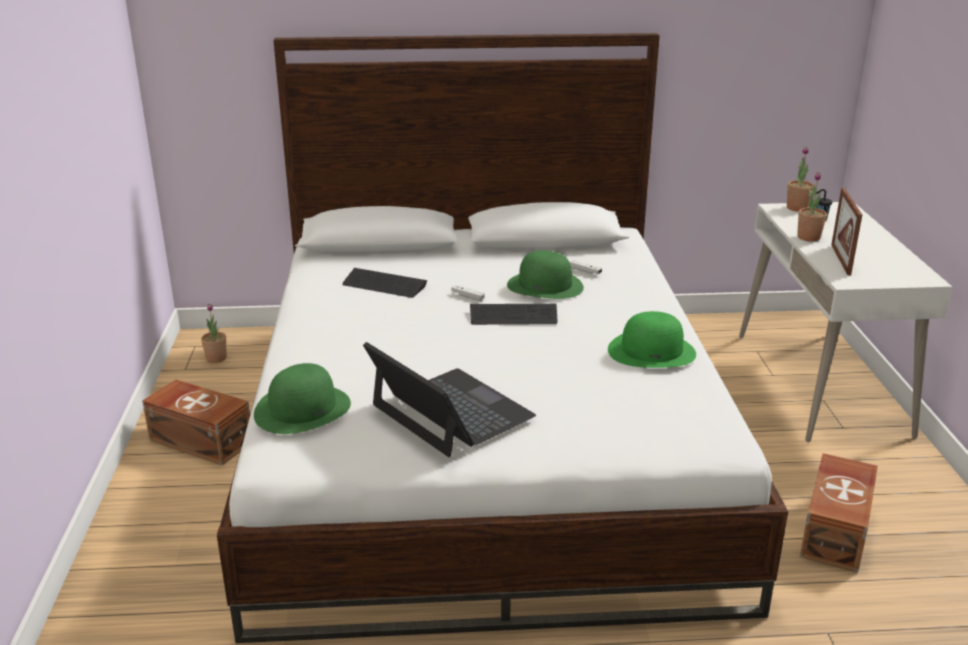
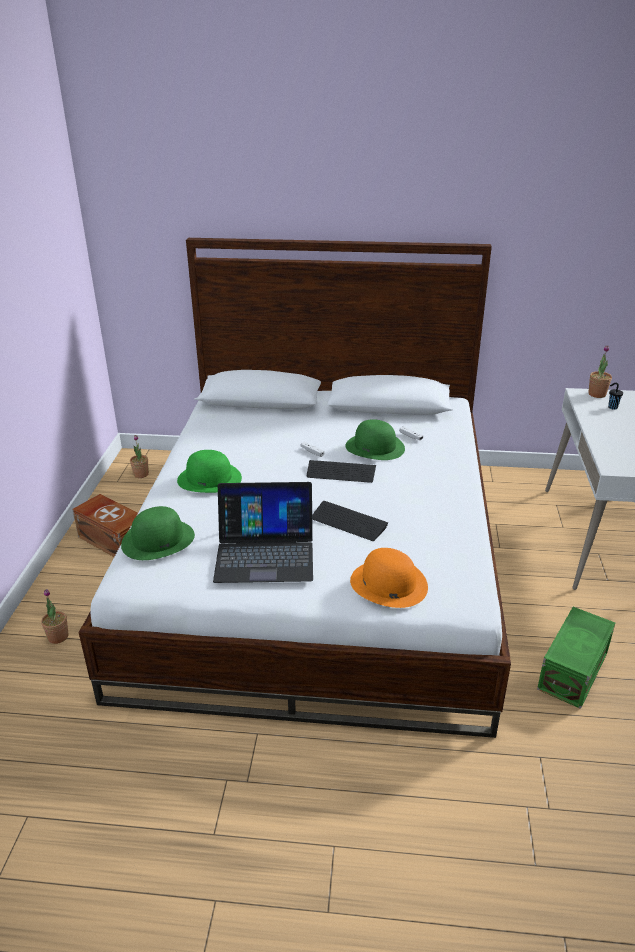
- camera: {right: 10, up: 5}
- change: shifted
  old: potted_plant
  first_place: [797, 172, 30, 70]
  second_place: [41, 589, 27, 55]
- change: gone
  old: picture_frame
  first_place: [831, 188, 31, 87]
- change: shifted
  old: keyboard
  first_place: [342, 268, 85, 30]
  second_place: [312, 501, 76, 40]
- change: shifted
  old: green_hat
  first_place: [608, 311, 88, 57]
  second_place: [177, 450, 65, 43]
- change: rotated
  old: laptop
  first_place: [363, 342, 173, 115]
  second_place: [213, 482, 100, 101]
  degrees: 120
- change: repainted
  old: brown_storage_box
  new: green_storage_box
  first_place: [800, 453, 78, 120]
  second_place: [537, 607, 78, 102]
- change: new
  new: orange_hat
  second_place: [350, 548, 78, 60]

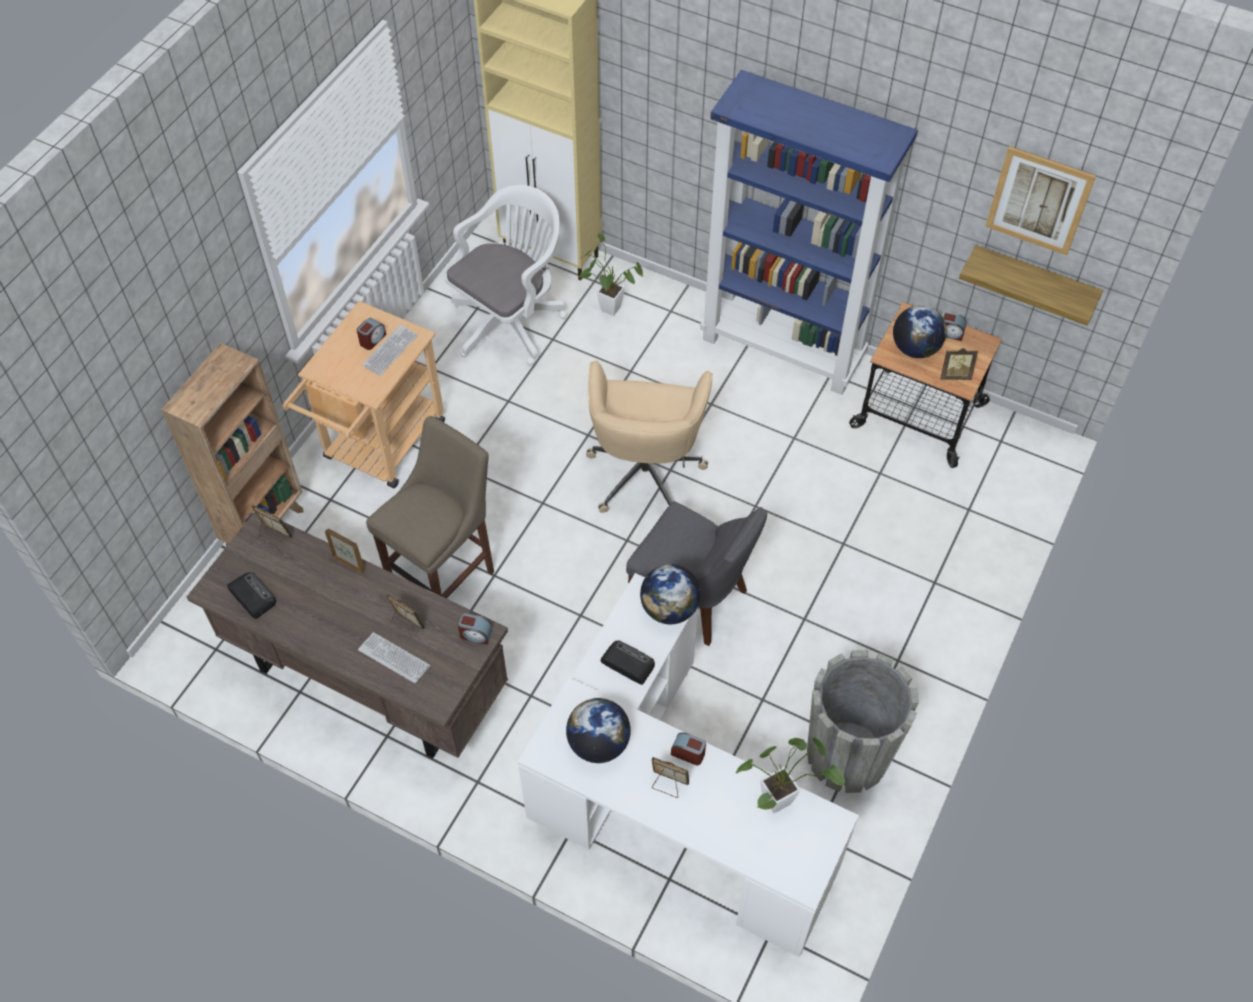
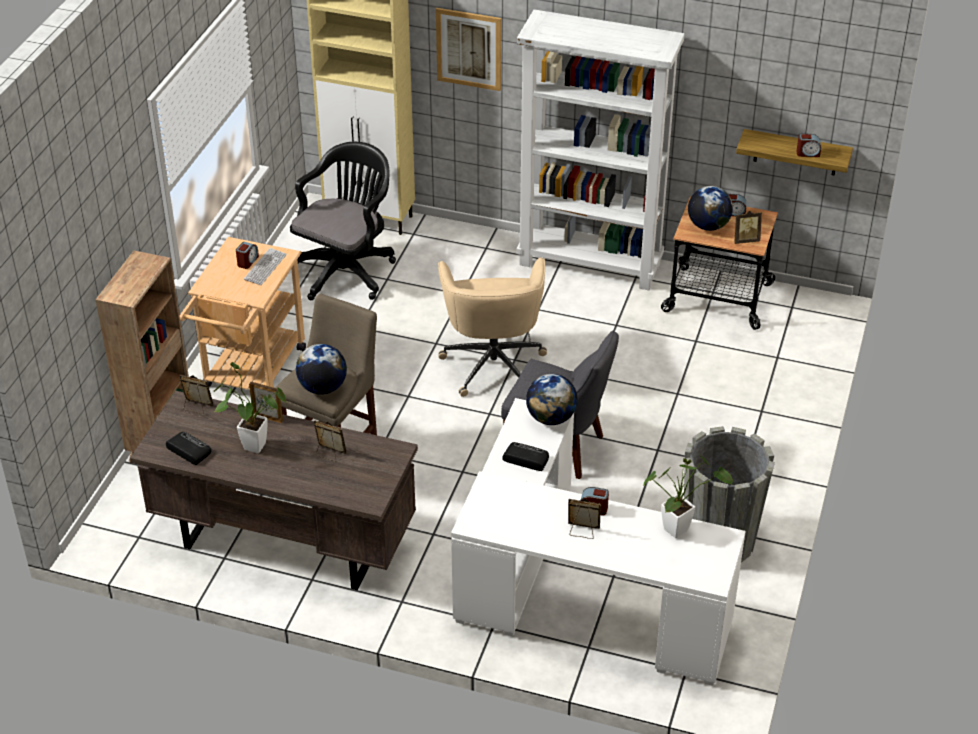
- camera: {right: -10, up: -15}
- change: repainted
  old: blue_bookcase
  new: white_bookcase
  first_place: [700, 70, 218, 325]
  second_place: [517, 9, 167, 281]
- change: shifted
  old: picture
  first_place: [985, 146, 111, 109]
  second_place: [436, 8, 65, 83]
- change: repainted
  old: white_office_chair
  new: black_office_chair
  first_place: [445, 185, 122, 180]
  second_place: [290, 142, 106, 158]
- change: shifted
  old: potted_plant
  first_place: [579, 233, 64, 83]
  second_place: [213, 362, 73, 91]
- change: shifted
  old: alarm_clock
  first_place: [458, 613, 34, 32]
  second_place: [797, 133, 24, 24]
- change: gone
  old: keyboard
  first_place: [358, 632, 72, 52]
- change: shifted
  old: globe
  first_place: [566, 698, 65, 65]
  second_place: [296, 344, 51, 51]

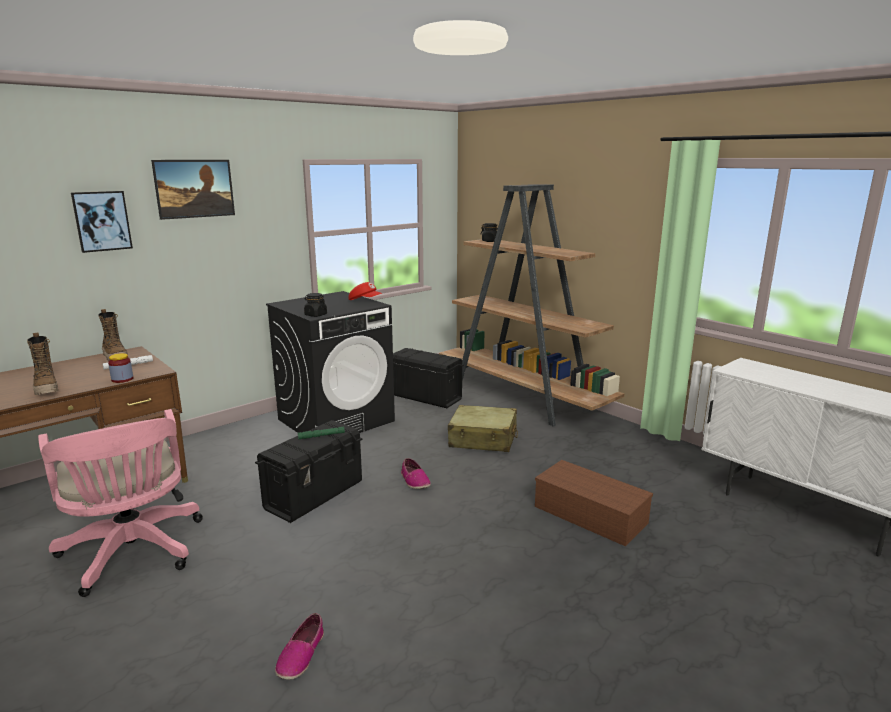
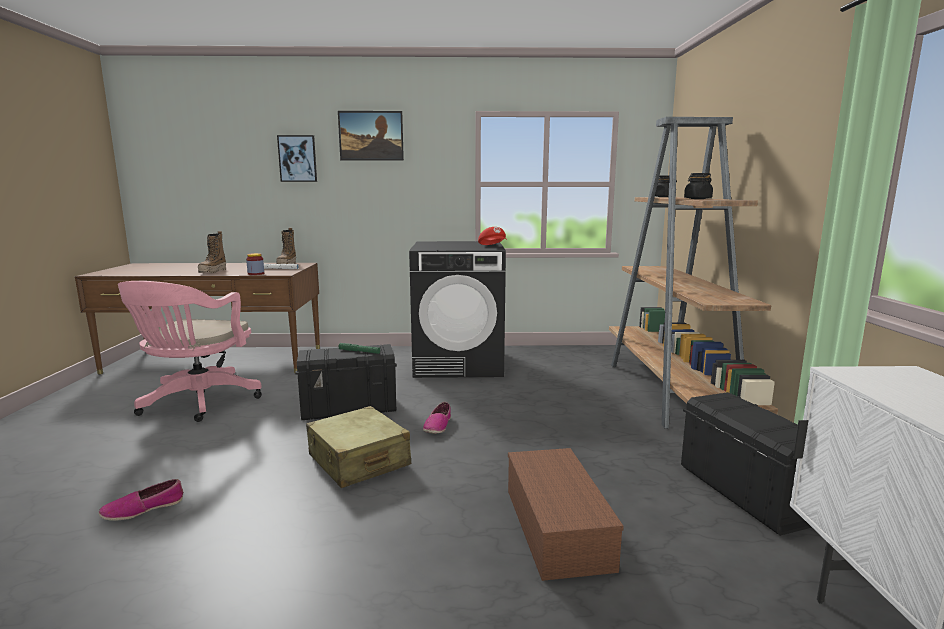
- camera: {right: 40, up: -5}
- change: shifted
  old: black_jar
  first_place: [304, 293, 23, 24]
  second_place: [684, 173, 29, 26]
- change: shifted
  old: black_storage_box
  first_place: [393, 348, 71, 60]
  second_place: [681, 392, 131, 144]
- change: shifted
  old: beige_suitcase
  first_place: [448, 405, 70, 47]
  second_place: [306, 406, 105, 82]

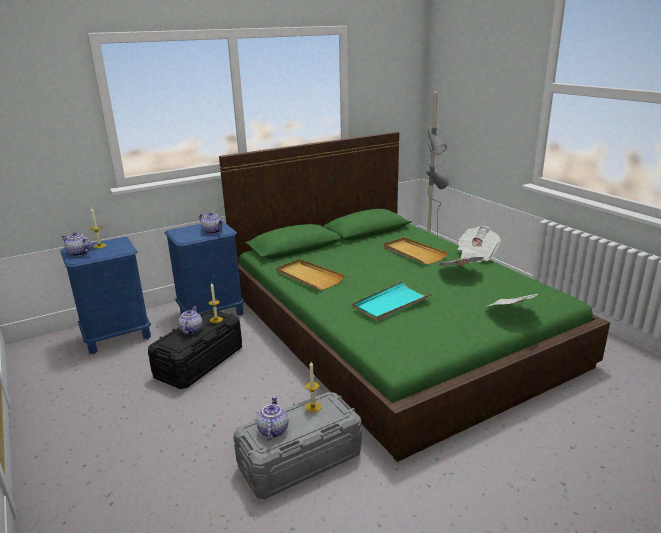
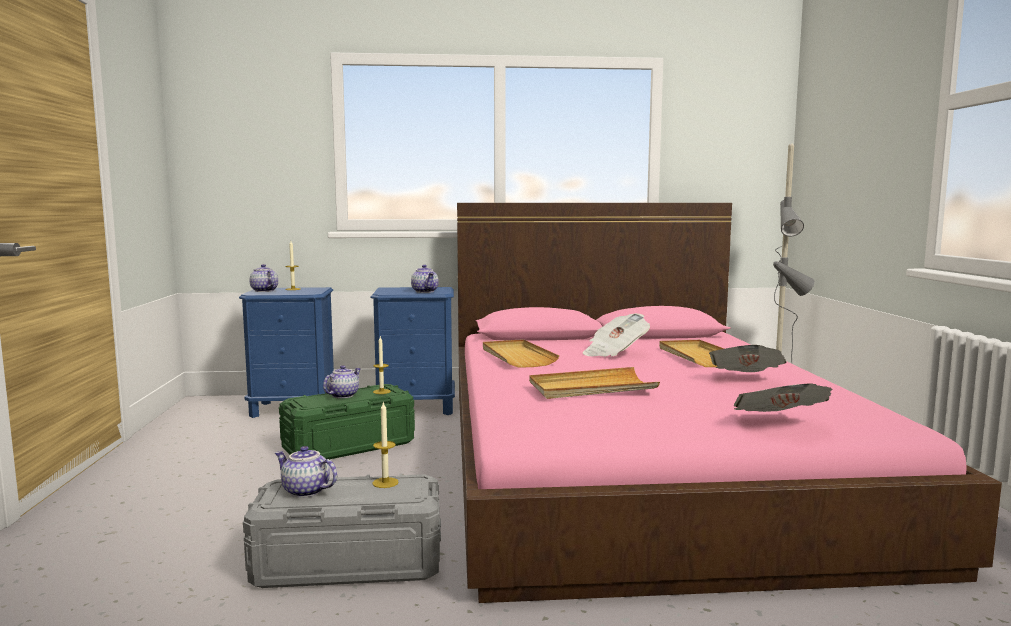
- camera: {right: 25, up: -15}
- change: repainted
  old: green_bed
  new: pink_bed
  first_place: [219, 132, 391, 330]
  second_place: [457, 203, 545, 400]
- change: shifted
  old: newspaper
  first_place: [458, 226, 43, 36]
  second_place: [583, 313, 67, 44]
- change: repainted
  old: turquoise_tray
  new: beige_tray
  first_place: [352, 280, 80, 41]
  second_place: [529, 367, 131, 32]
- change: repainted
  old: black_storage_box
  new: green_storage_box
  first_place: [148, 309, 94, 80]
  second_place: [279, 384, 136, 75]
- change: rotated
  old: teapot
  first_place: [257, 396, 31, 45]
  second_place: [275, 446, 62, 52]
  degrees: -90

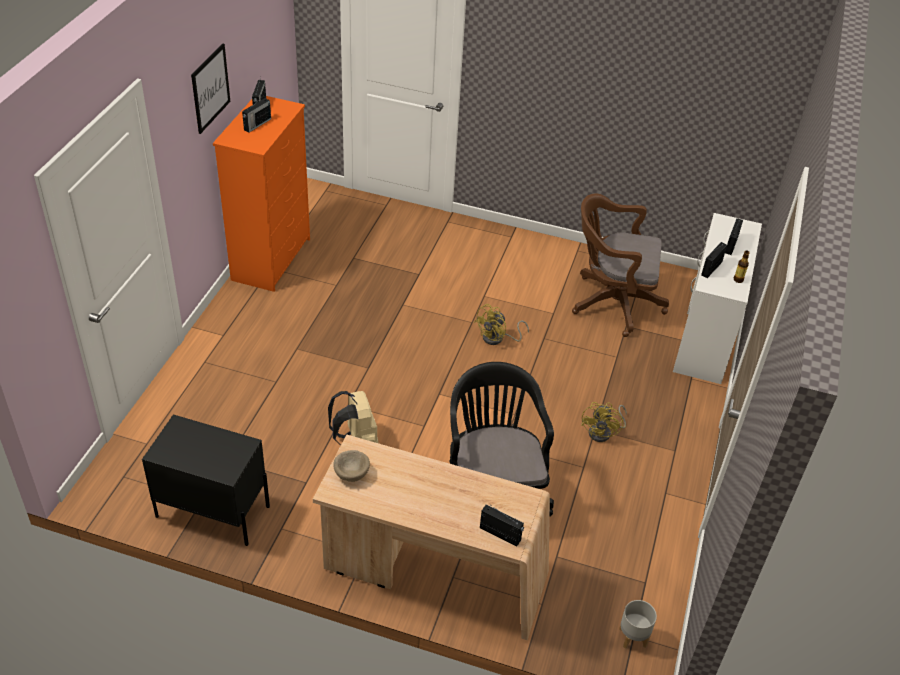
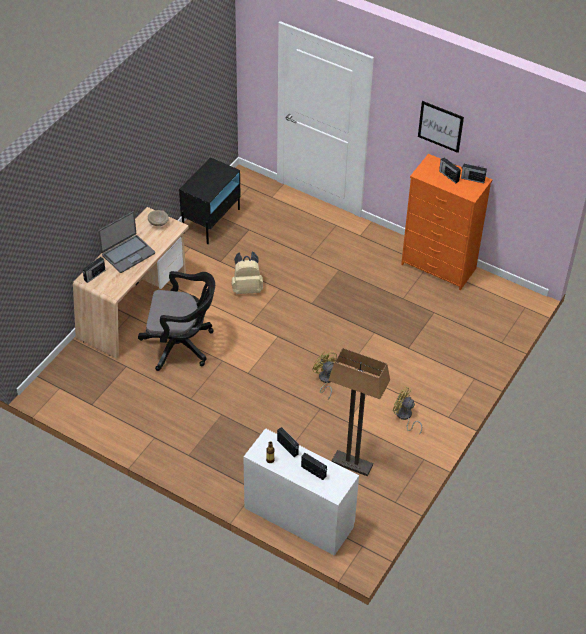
- camera: {right: 105, up: 5}
- change: swapped
  old: brown_office_chair
  new: floor_lamp
  first_place: [572, 193, 97, 144]
  second_place: [328, 348, 62, 128]
- change: shifted
  old: yellow_fan
  first_place: [581, 402, 46, 40]
  second_place: [393, 386, 29, 49]
- change: gone
  old: grey_planter
  first_place: [619, 600, 38, 49]
- change: new
  new: laptop
  second_place: [98, 211, 57, 62]

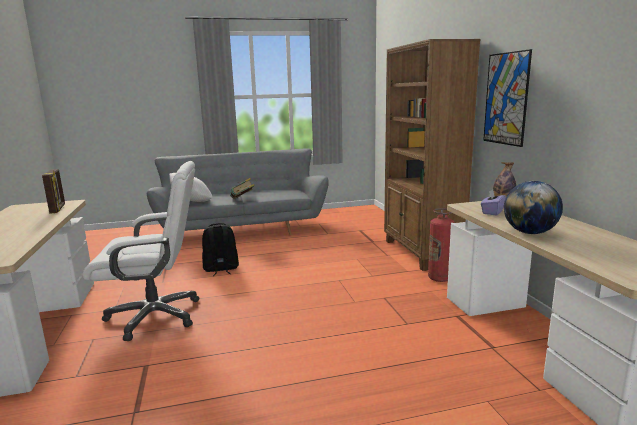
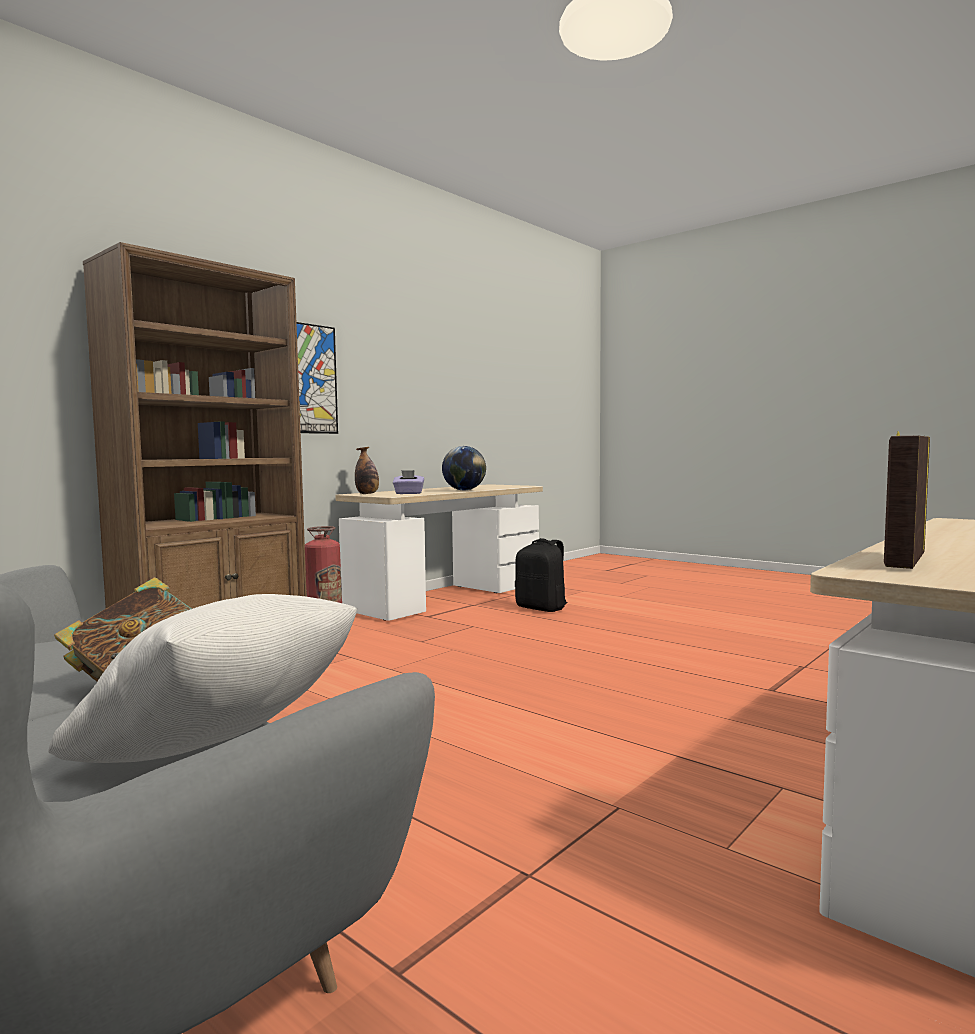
- camera: {right: -125, up: -10}
- change: gone
  old: white_office_chair
  first_place: [83, 161, 116, 180]
- change: shifted
  old: black_backpack
  first_place: [202, 223, 37, 53]
  second_place: [515, 538, 53, 74]

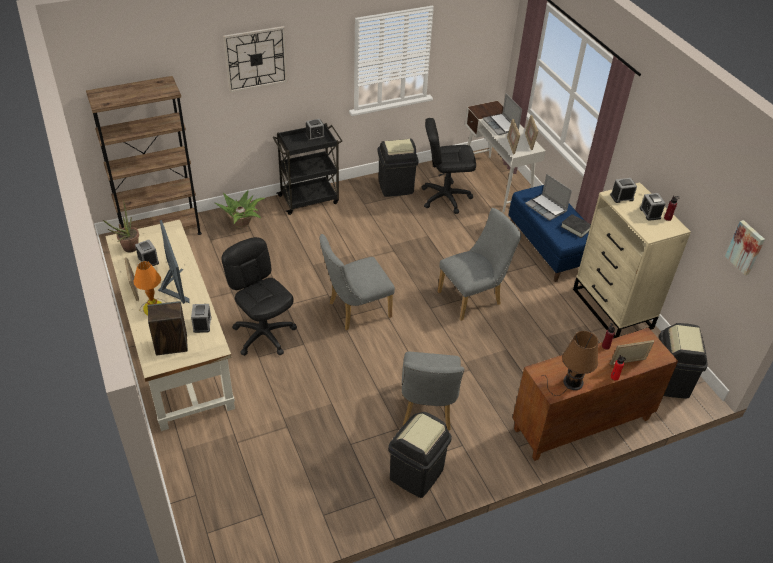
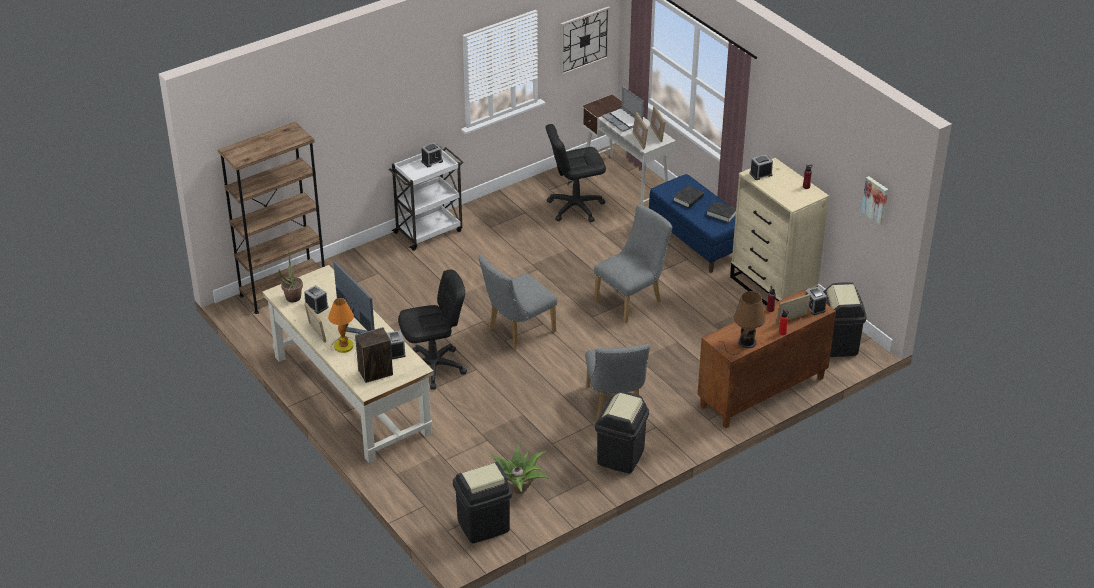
- camera: {right: -10, up: -5}
- change: shifted
  old: wall_clock
  first_place: [223, 26, 64, 67]
  second_place: [560, 6, 50, 70]
- change: repainted
  old: black_cart
  new: white_cart
  first_place: [273, 123, 69, 92]
  second_place: [388, 146, 76, 105]
- change: shifted
  old: black_trash_can
  first_place: [377, 139, 42, 58]
  second_place: [453, 462, 59, 81]
- change: swapped
  old: laptop
  new: black_book
  first_place: [525, 174, 47, 47]
  second_place: [673, 185, 31, 23]
- change: shifted
  old: potted_plant
  first_place: [214, 190, 51, 39]
  second_place: [491, 444, 59, 50]
- change: shifted
  old: alarm_clock
  first_place: [639, 193, 27, 28]
  second_place: [805, 287, 22, 28]
- change: rotated
  old: black_office_chair
  first_place: [222, 237, 75, 119]
  second_place: [398, 269, 69, 120]
  degrees: 120

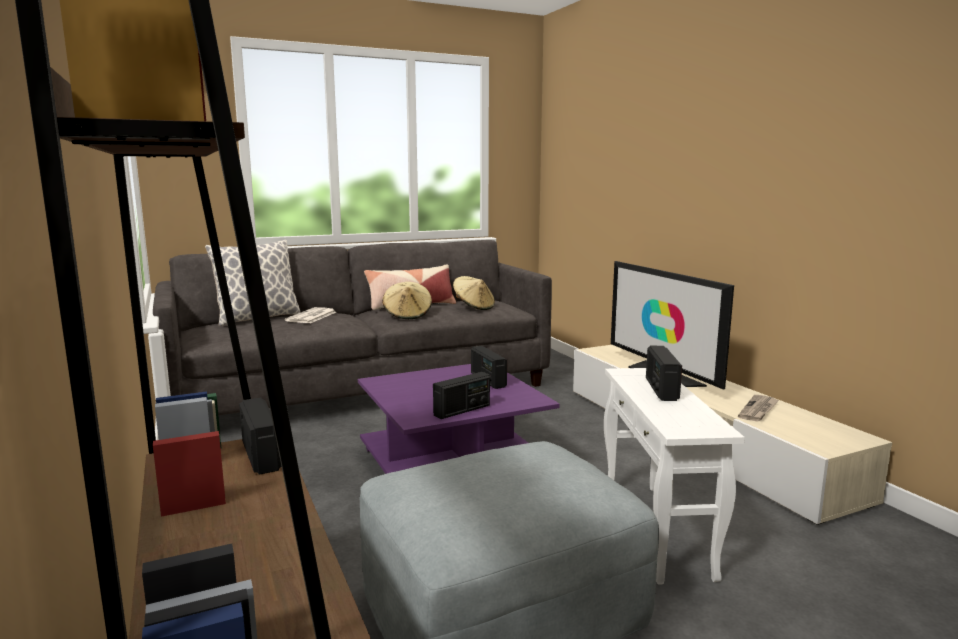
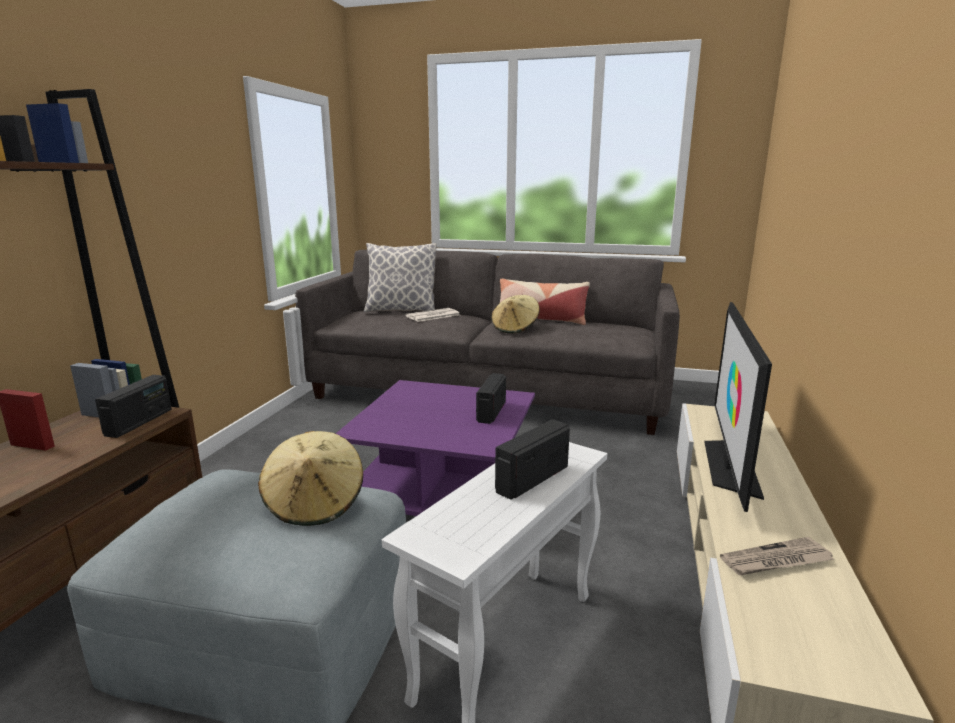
- camera: {right: 40, up: 5}
- change: shifted
  old: beige_hat
  first_place: [453, 276, 42, 34]
  second_place: [258, 431, 105, 95]
- change: gone
  old: radio
  first_place: [433, 372, 57, 47]

